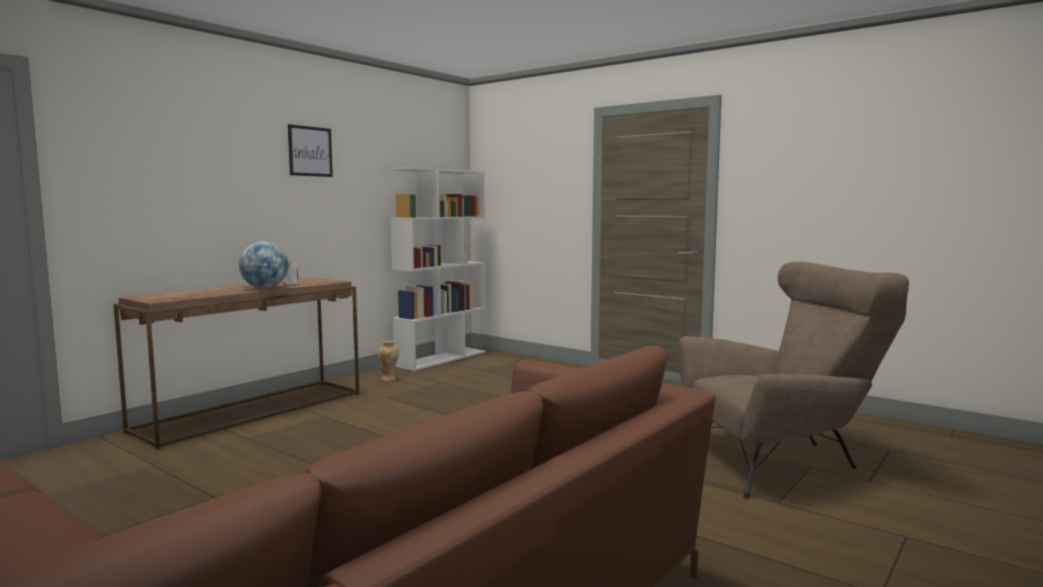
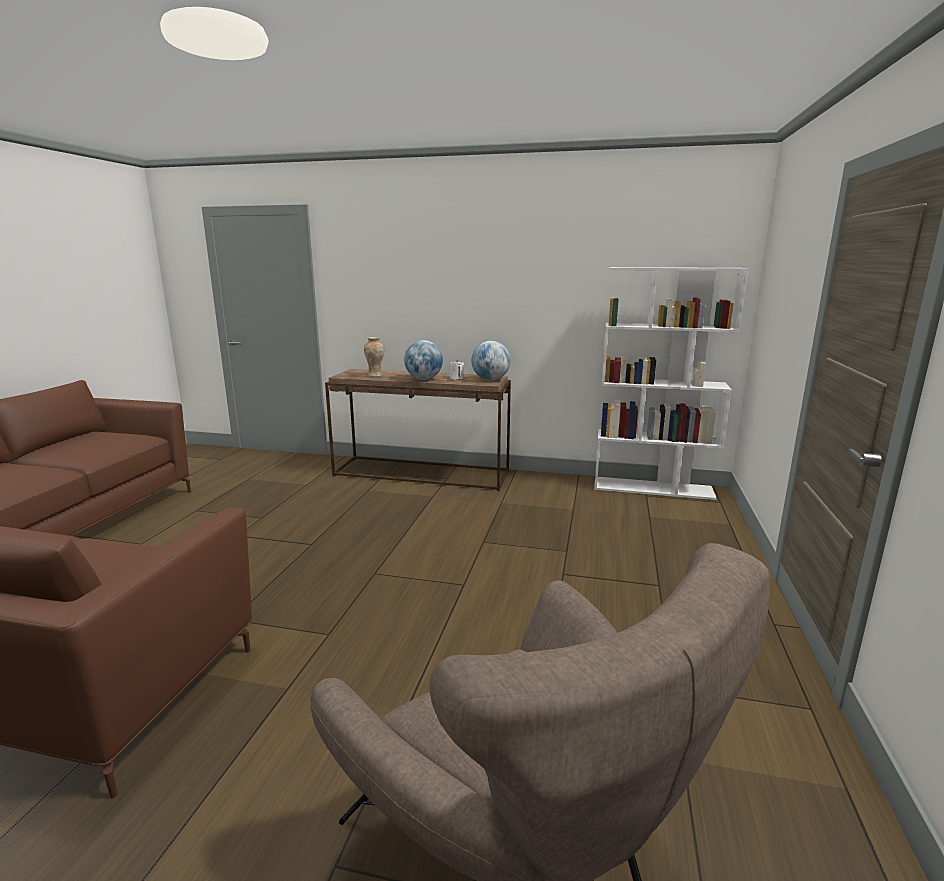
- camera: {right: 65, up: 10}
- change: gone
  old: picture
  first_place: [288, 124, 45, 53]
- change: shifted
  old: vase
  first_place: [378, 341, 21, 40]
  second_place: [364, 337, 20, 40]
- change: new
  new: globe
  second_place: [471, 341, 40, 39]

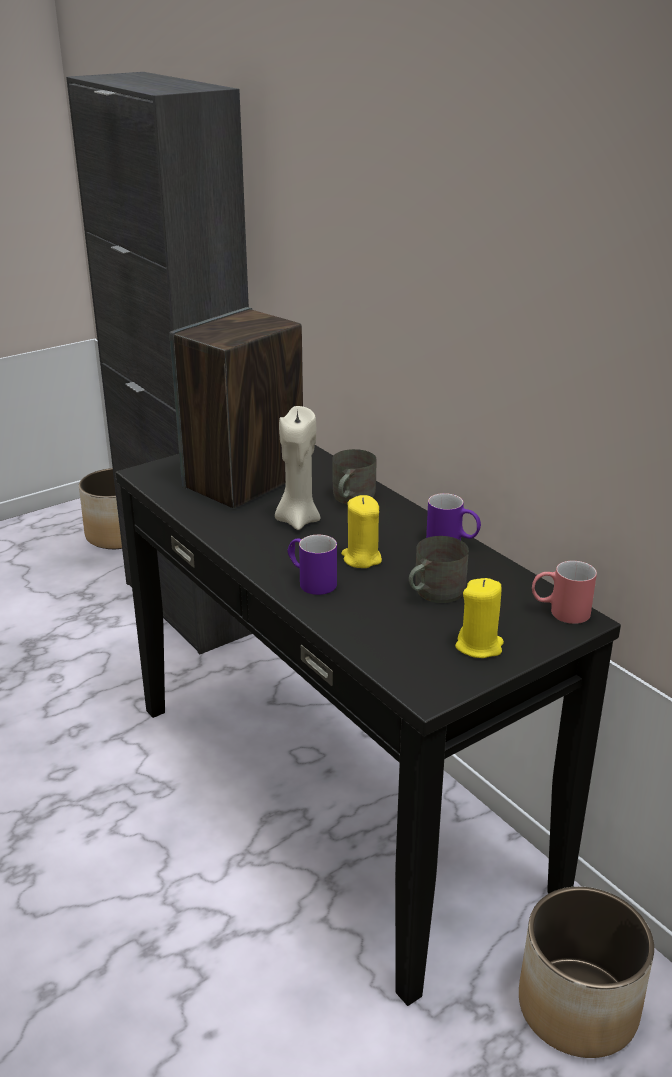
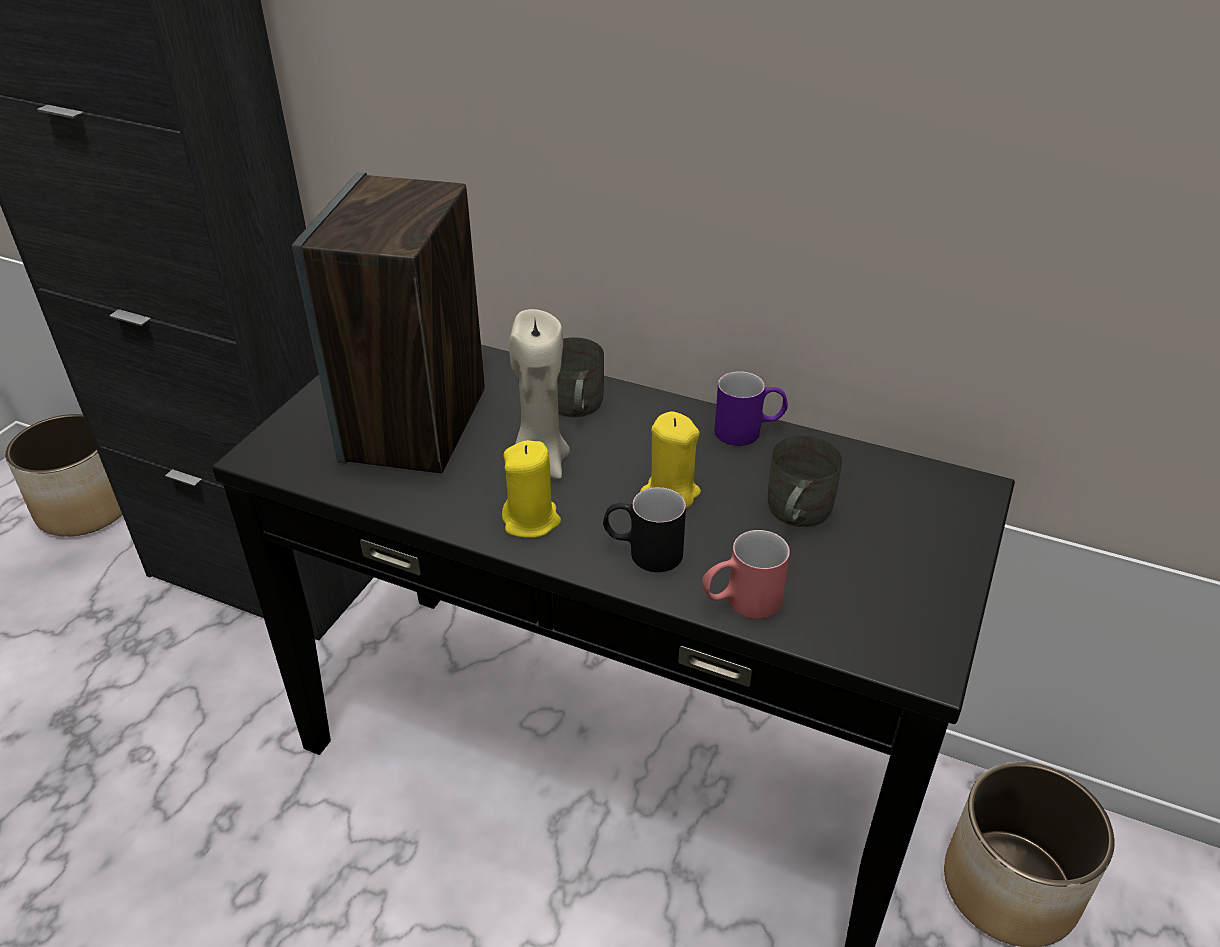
- camera: {right: -30, up: 10}
- change: repainted
  old: purple_mug
  new: black_mug
  first_place: [287, 535, 50, 60]
  second_place: [603, 487, 83, 85]
- change: shifted
  old: red_mug
  first_place: [532, 561, 65, 63]
  second_place: [702, 530, 88, 89]
- change: shifted
  old: yellow_candle
  first_place: [455, 578, 49, 80]
  second_place: [502, 440, 59, 98]

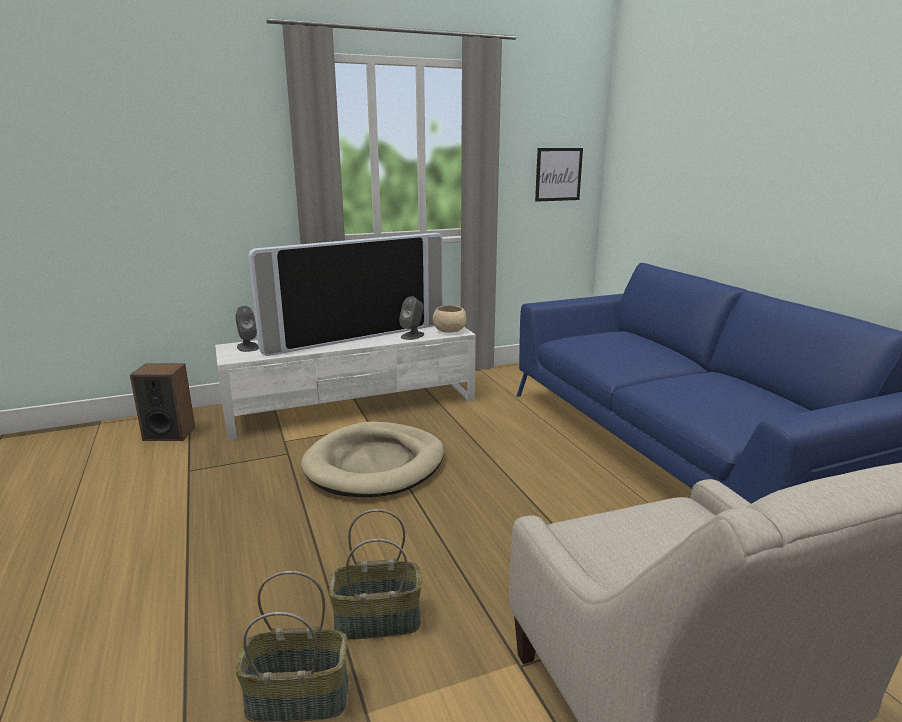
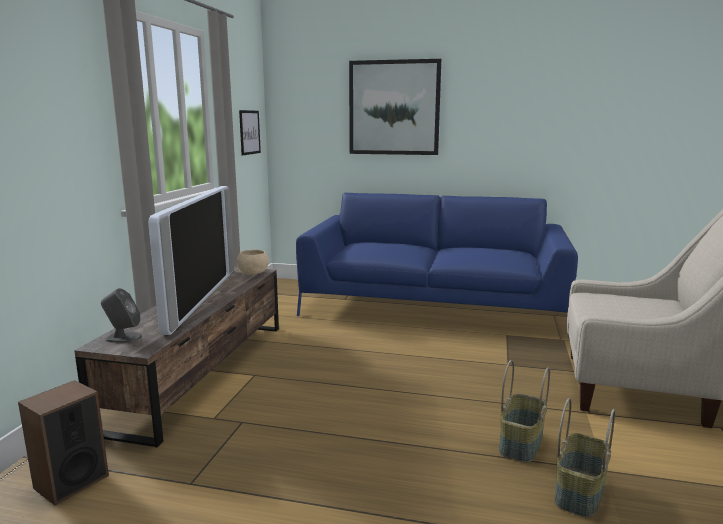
- camera: {right: -55, up: -5}
- change: gone
  old: grey_speaker
  first_place: [399, 296, 25, 44]
- change: repainted
  old: white_tv_stand
  new: brown_tv_stand
  first_place: [215, 326, 261, 114]
  second_place: [74, 267, 205, 180]
- change: gone
  old: beige_dog_bed
  first_place: [301, 422, 143, 75]
- change: new
  new: picture
  second_place: [349, 59, 92, 96]

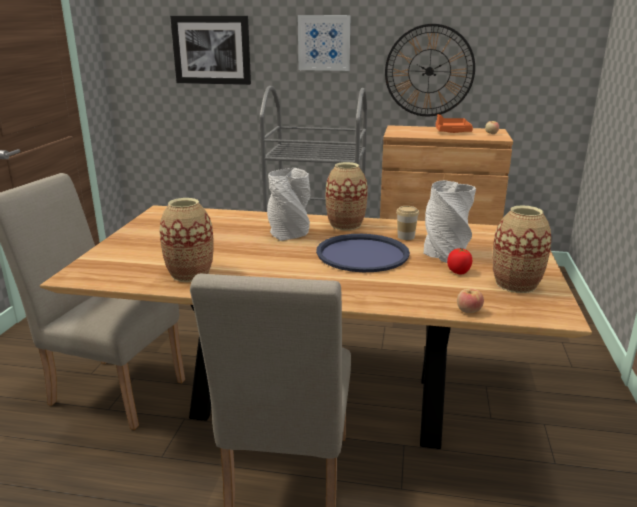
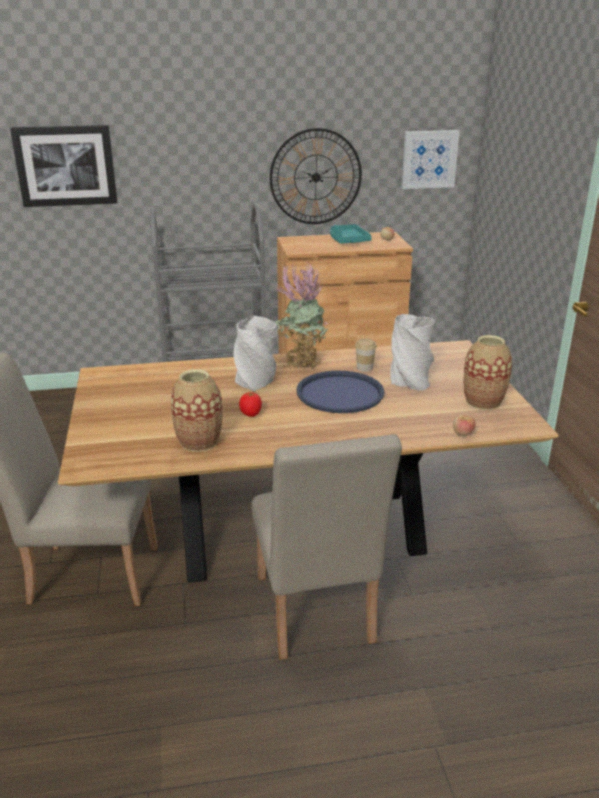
- camera: {right: -20, up: 5}
- change: shifted
  old: picture
  first_place: [298, 15, 53, 56]
  second_place: [401, 130, 59, 59]
- change: repainted
  old: orange_tray
  new: turquoise_tray
  first_place: [436, 114, 37, 19]
  second_place: [330, 224, 42, 20]
- change: swapped
  old: vase
  new: potted_plant
  first_place: [326, 162, 42, 68]
  second_place: [275, 262, 53, 107]
- change: shifted
  old: tomato
  first_place: [447, 248, 25, 26]
  second_place: [239, 392, 23, 25]

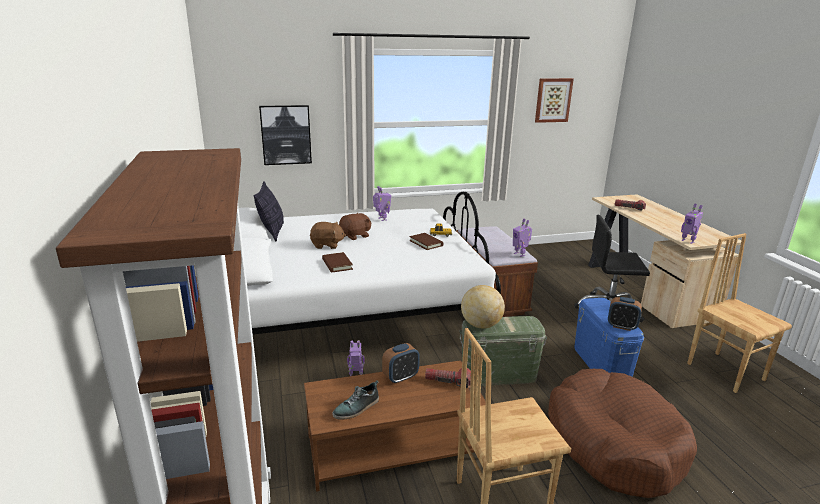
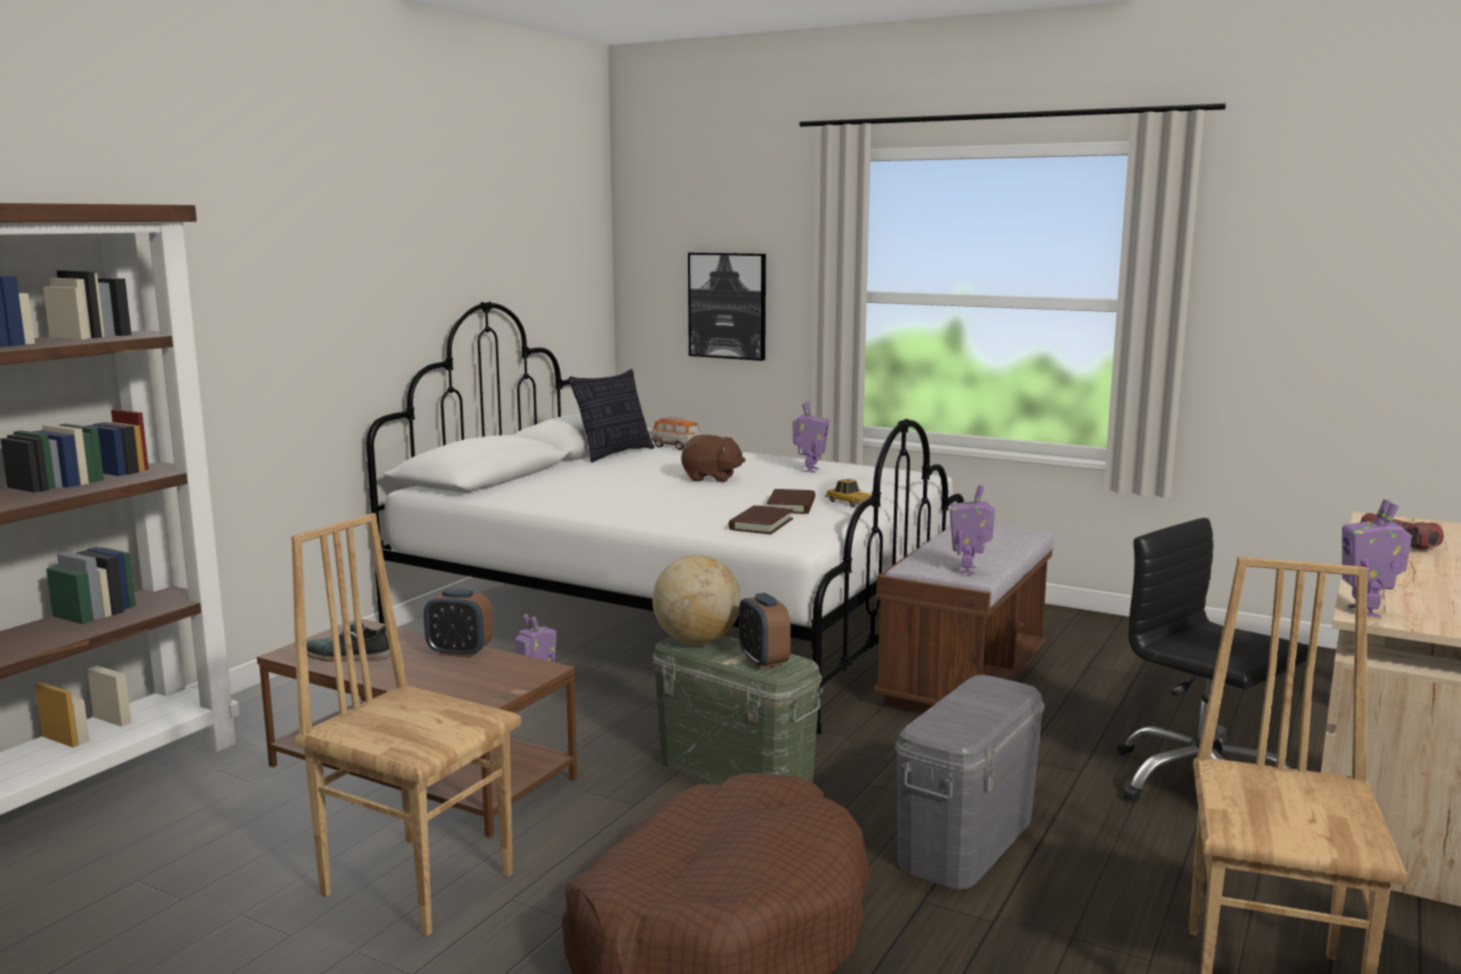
- camera: {right: 45, up: -10}
- change: gone
  old: picture
  first_place: [535, 78, 39, 45]
- change: gone
  old: brown_plush_toy
  first_place: [310, 222, 36, 27]
- change: shifted
  old: brown_book
  first_place: [322, 252, 31, 21]
  second_place: [729, 505, 64, 29]
- change: shifted
  old: alarm_clock
  first_place: [608, 297, 34, 34]
  second_place: [739, 593, 52, 76]
- change: repainted
  old: blue_storage_box
  new: grey_storage_box
  first_place: [574, 298, 70, 79]
  second_place: [895, 675, 149, 214]
- change: gone
  old: flashlight
  first_place: [425, 368, 46, 20]
- change: new
  new: toy_car
  second_place: [651, 416, 50, 34]

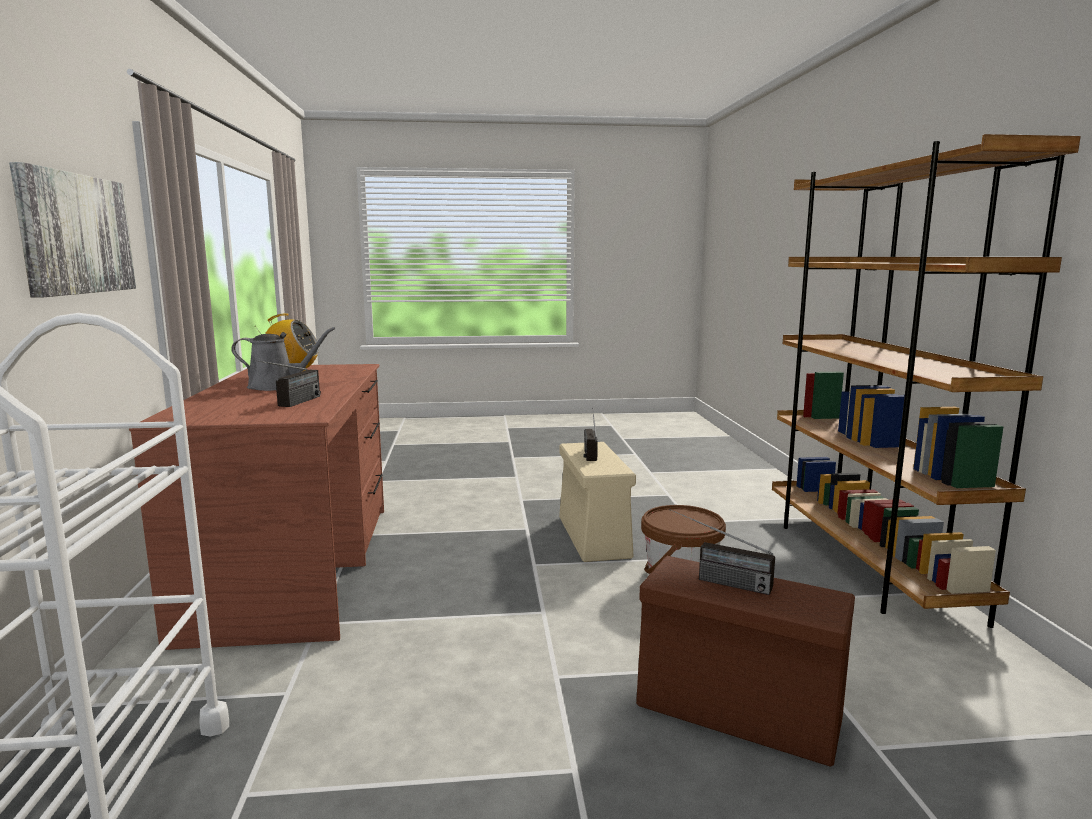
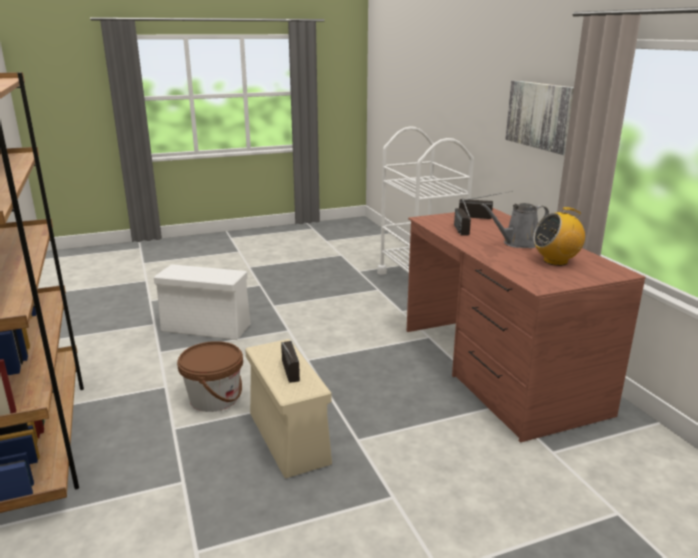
- camera: {right: 165, up: 10}
- change: shifted
  old: radio
  first_place: [670, 509, 105, 86]
  second_place: [459, 191, 54, 28]
- change: repainted
  old: brown_storage_box
  new: white_storage_box
  first_place: [636, 556, 219, 211]
  second_place: [154, 264, 97, 76]

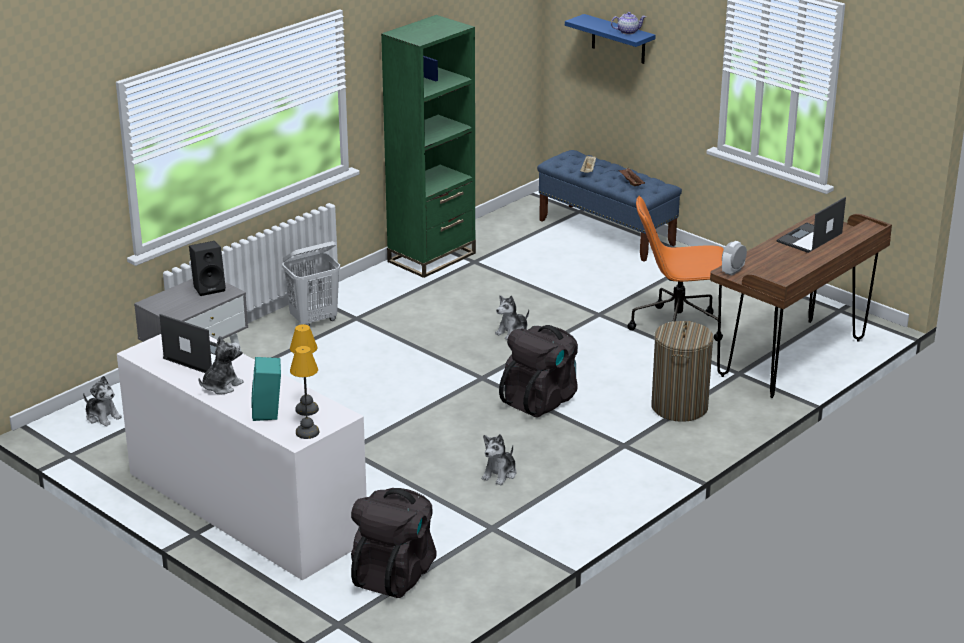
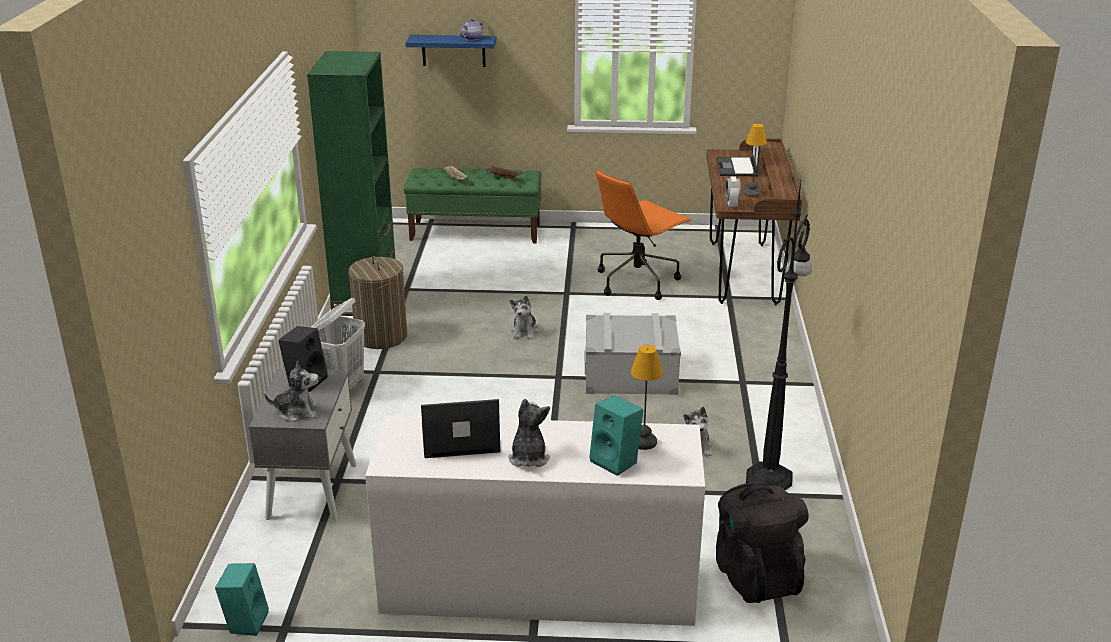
- camera: {right: -40, up: 0}
- change: repainted
  old: blue_bench
  new: green_bench
  first_place: [537, 150, 145, 111]
  second_place: [404, 168, 138, 76]
- change: shifted
  old: laundry_basket
  first_place: [651, 321, 62, 101]
  second_place: [348, 256, 59, 93]
- change: swapped
  old: black_backpack
  new: grey_storage_box
  first_place: [499, 325, 79, 92]
  second_place: [584, 313, 97, 82]
- change: shifted
  old: table_lamp
  first_place: [290, 346, 29, 93]
  second_place: [743, 124, 24, 73]
- change: shifted
  old: plush_toy
  first_place: [83, 376, 39, 50]
  second_place: [264, 360, 55, 62]
- change: new
  new: black_floor_lamp
  second_place: [746, 182, 66, 308]
- change: new
  new: turquoise_speaker
  second_place: [215, 563, 54, 73]

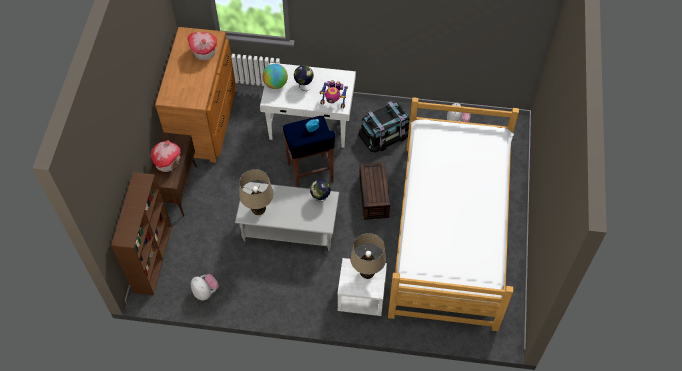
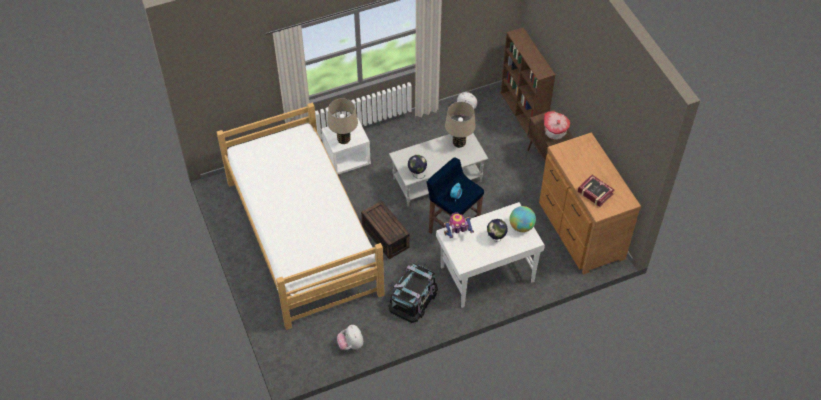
- camera: {right: 150, up: -5}
- change: swapped
  old: toy_house
  new: book
  first_place: [188, 32, 29, 29]
  second_place: [578, 175, 36, 32]

